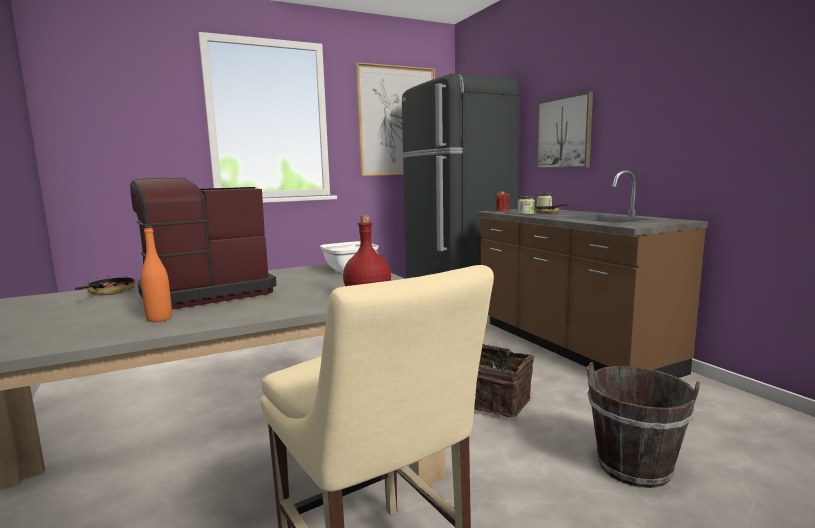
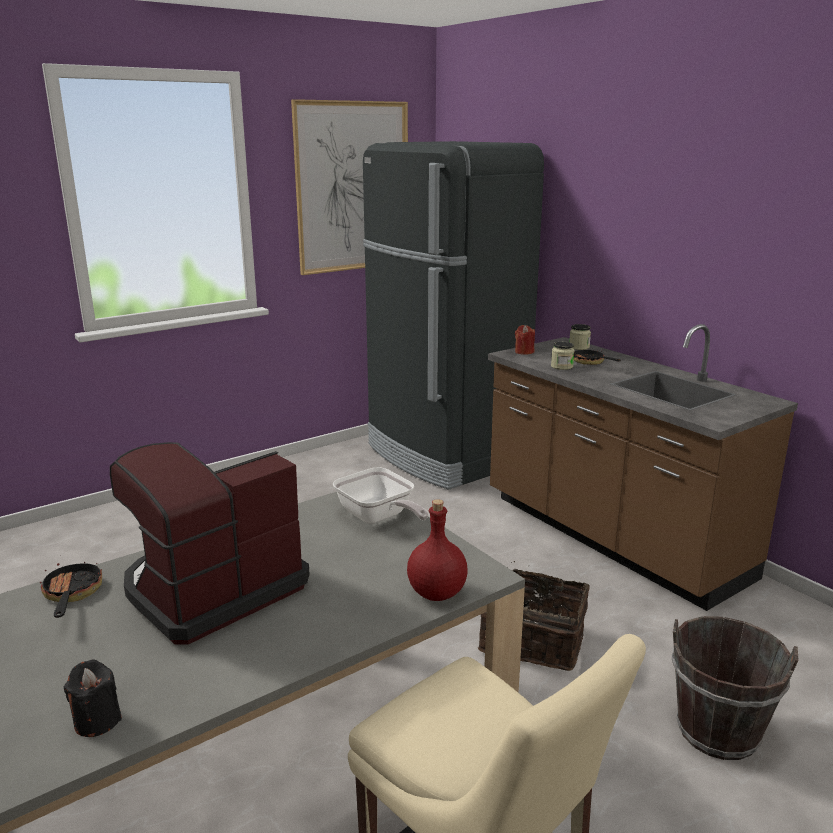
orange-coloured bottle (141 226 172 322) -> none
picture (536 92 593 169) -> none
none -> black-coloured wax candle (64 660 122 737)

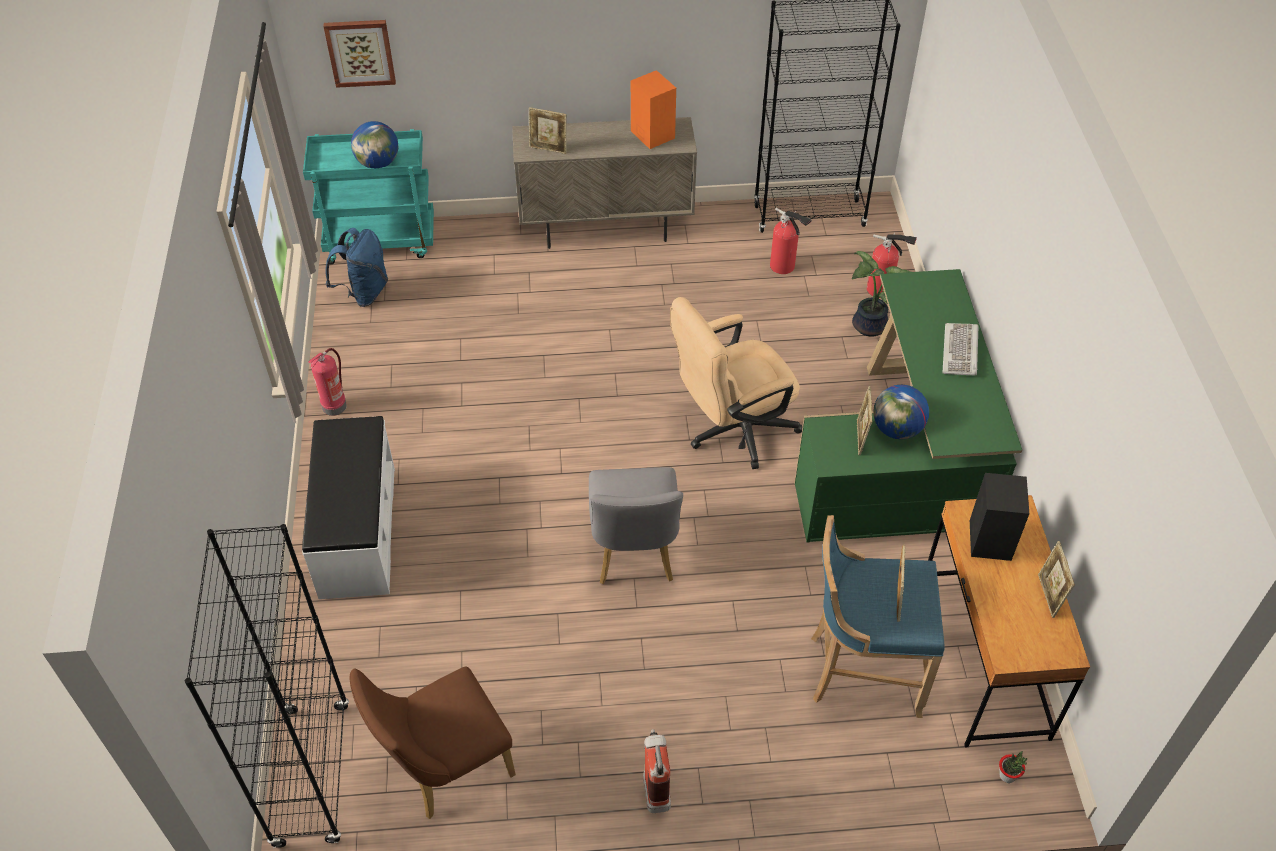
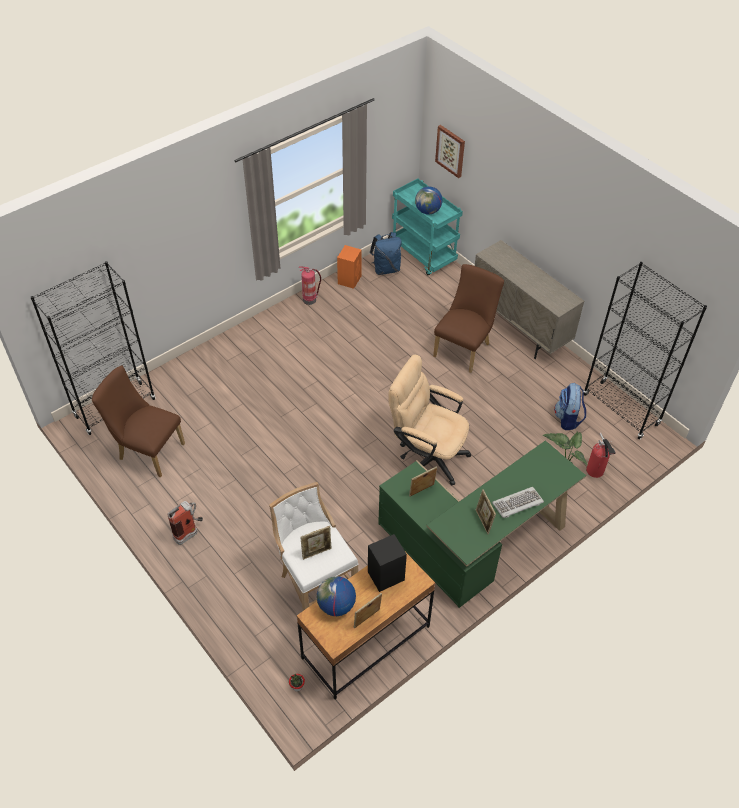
white-coloured long seat (302 416 395 599) -> none
standing frame (529 107 567 154) -> standing frame (476 489 496 534), shifted
greyish upright chair (589 467 683 584) -> none
orange-coloured speaker (631 70 676 149) -> orange-coloured speaker (337 245 362 289), shifted
fire-fighting cylinder (770 208 812 274) -> rucksack (554 383 586 430)
blue-coloured stool (811 515 945 718) -> white-coloured stool (269 482 358 611)
world globe (873 385 929 439) -> world globe (317 576 356 616), shifted
none -> brownish upright chair (433 264 504 373)

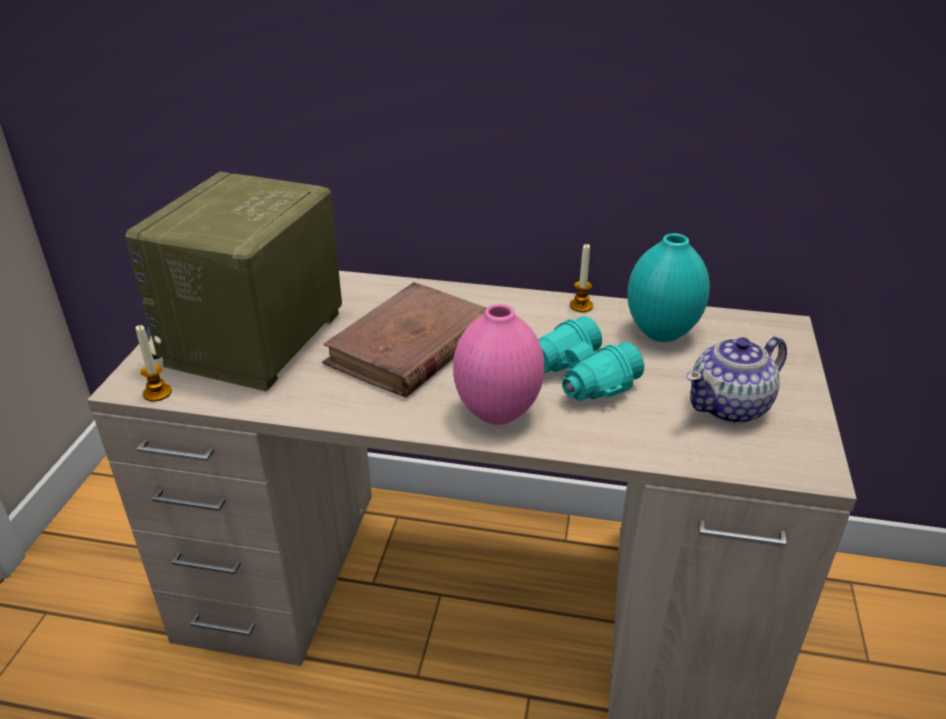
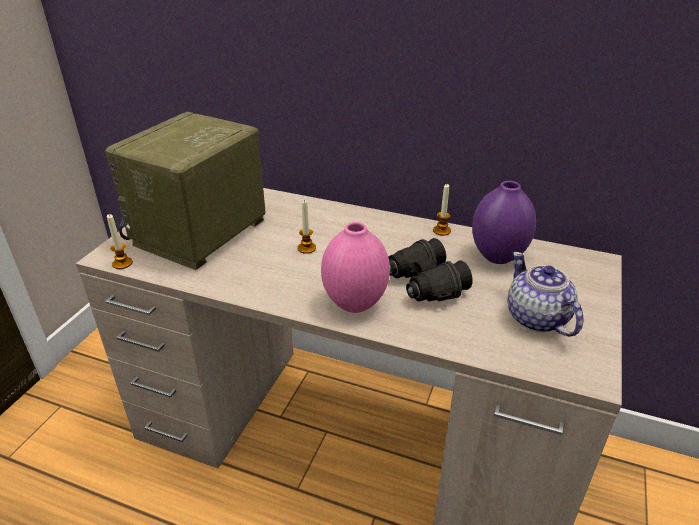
brownish volume (322 282 487 398) -> wax candle (297 200 316 254)
turquoise-coloured pair of binoculars (538 316 644 401) -> black-coloured pair of binoculars (388 238 473 302)
turquoise-coloured decorative vase (627 233 710 342) -> purplish decorative vase (472 181 536 264)
pot for tea (686 337 787 423) -> pot for tea (507 252 584 337), 90 degrees clockwise

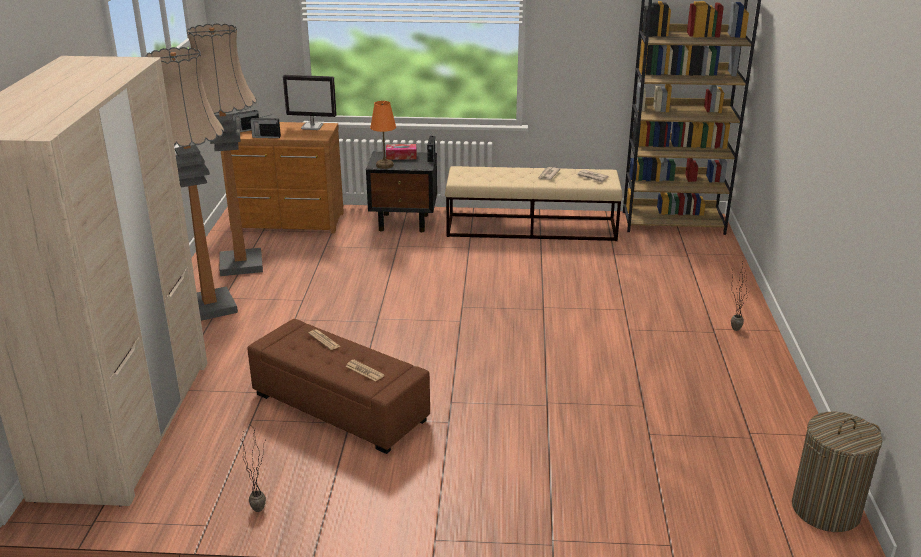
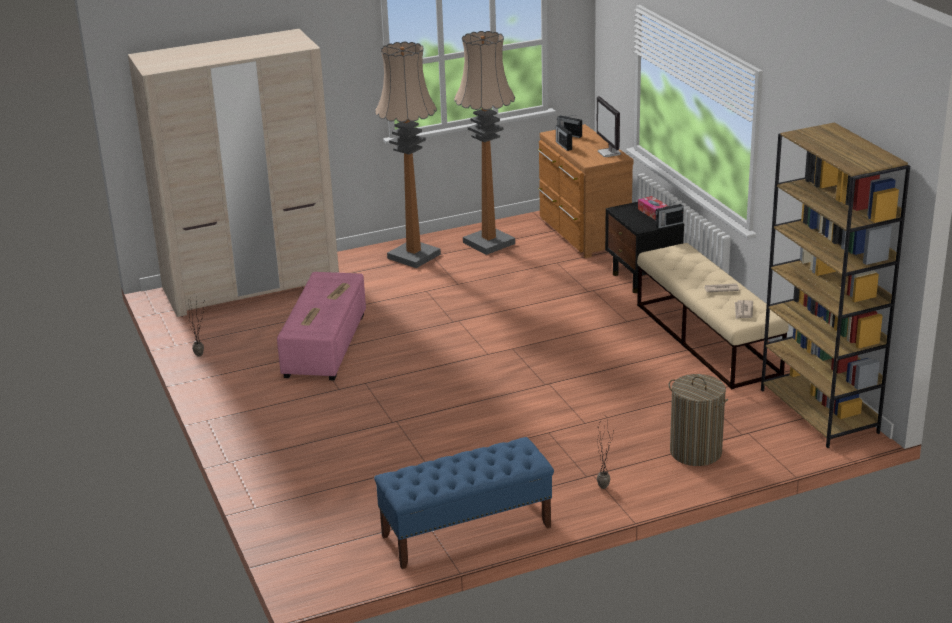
brownish ottoman (247 319 430 454) -> pink-coloured ottoman (277 272 366 380)
orange-coloured table lamp (370 101 396 169) -> none
laundry basket (792 412 882 532) -> laundry basket (668 374 728 466), shifted
none -> blue-coloured long seat (374 437 554 569)

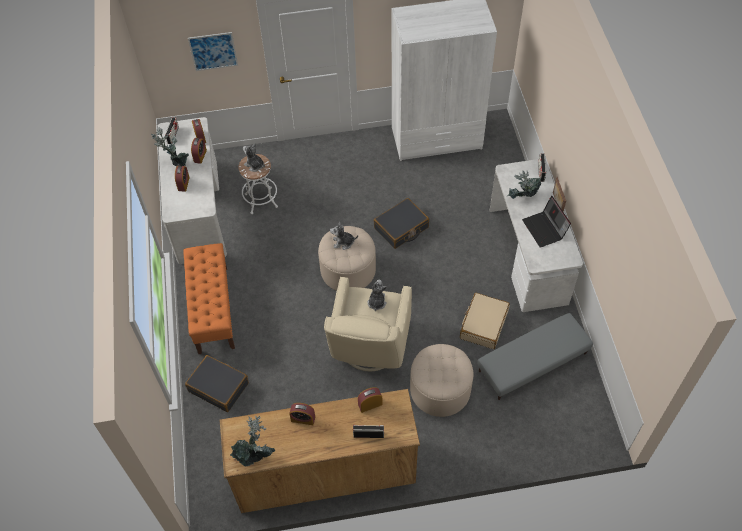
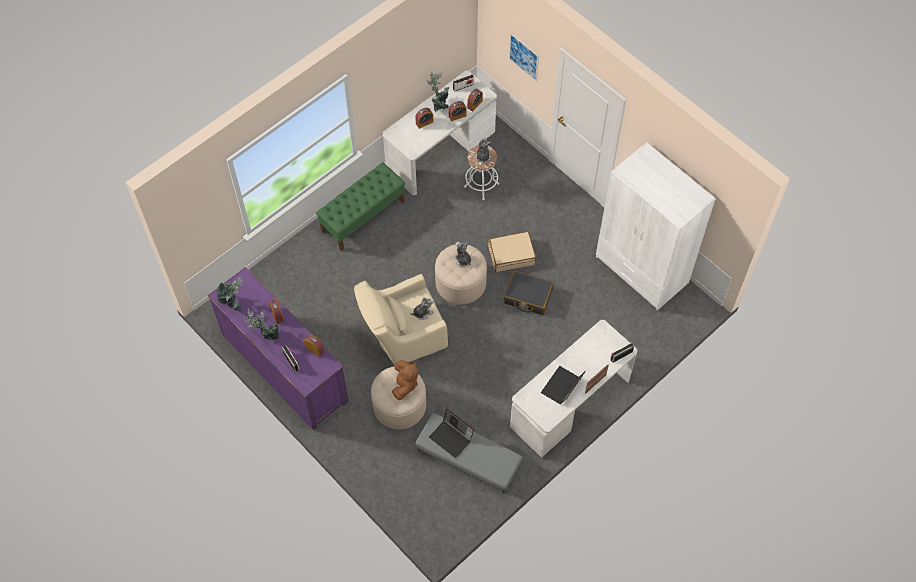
orange-coloured long seat (183 243 235 354) -> green long seat (316 162 405 251)
black-coloured piece of luggage (185 355 249 412) -> none
brownish chest of drawers (219 389 420 513) -> purplish chest of drawers (207 267 349 431)
beige-coloured piece of luggage (460 293 510 349) -> beige-coloured piece of luggage (488 231 536 272), shifted
houseplant (508 171 541 199) -> houseplant (243 308 279 340), shifted
none -> brownish plush toy (392 360 418 400)
none -> portable computer (429 409 474 458)

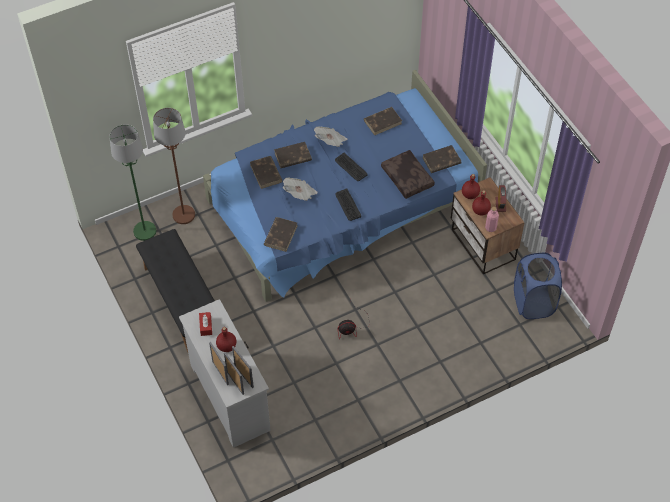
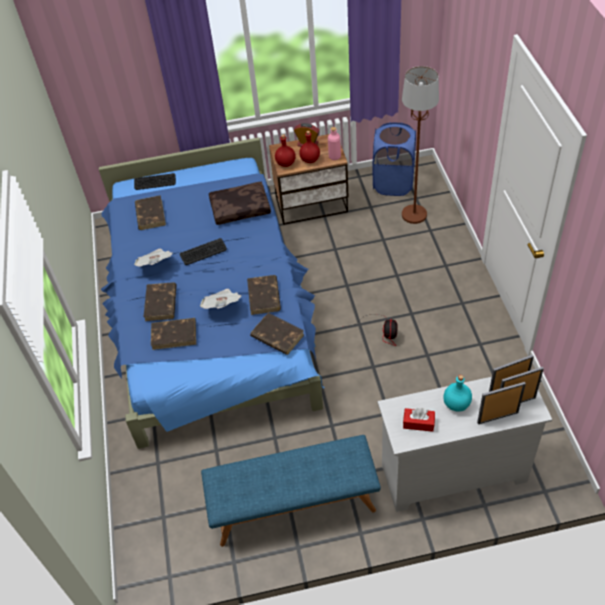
green standard lamp (110 124 156 241) -> none
black-coloured long seat (136 229 215 352) -> blue-coloured long seat (201 435 381 547)
brownish standard lamp (153 108 195 224) -> brownish standard lamp (402 66 439 224), shifted
reddish bottle (216 327 236 352) -> turquoise-coloured bottle (443 375 472 412)
PC keyboard (335 188 361 221) -> PC keyboard (134 173 176 190), shifted
brownish volume (423 145 462 173) -> brownish volume (247 275 281 315), shifted

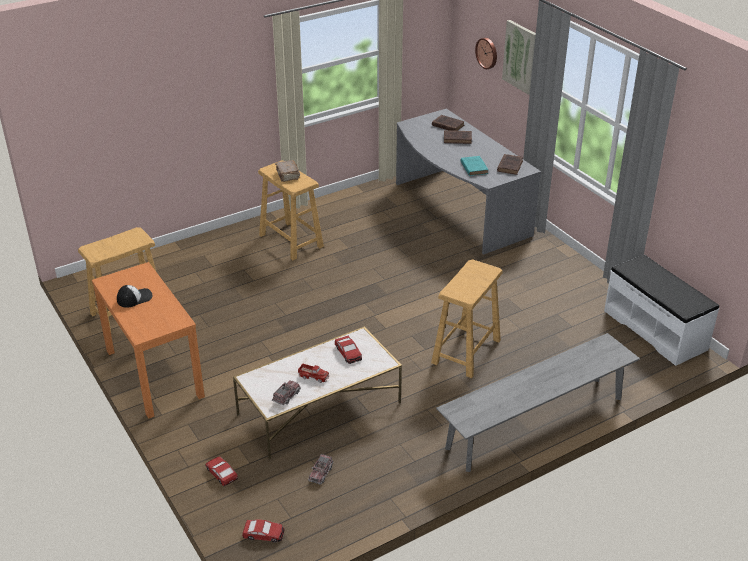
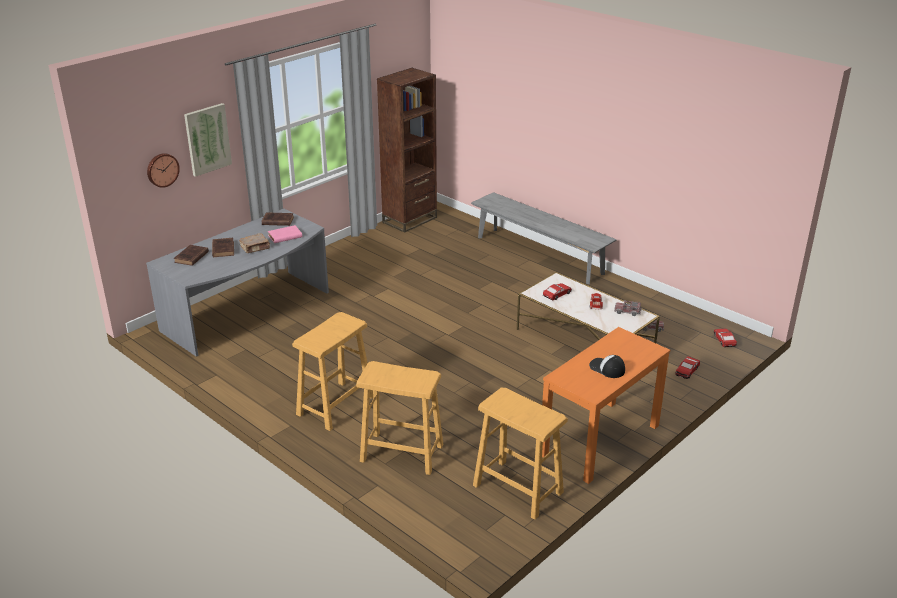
brownish volume (275 160 300 182) -> brownish volume (239 233 270 253), shifted
beige-coloured stool (431 259 503 378) -> beige-coloured stool (356 361 444 475), shifted
turquoise-coloured volume (460 156 488 176) -> pink-coloured volume (268 225 302 243)
white-coloured long seat (604 254 719 366) -> brownish bookcase (377 68 437 233)

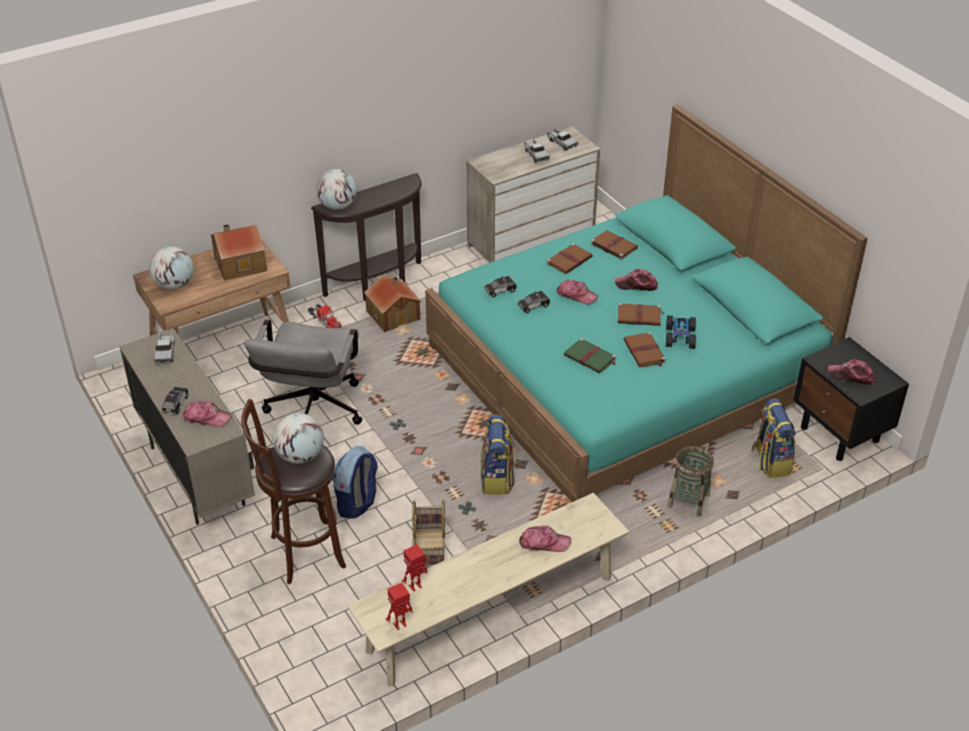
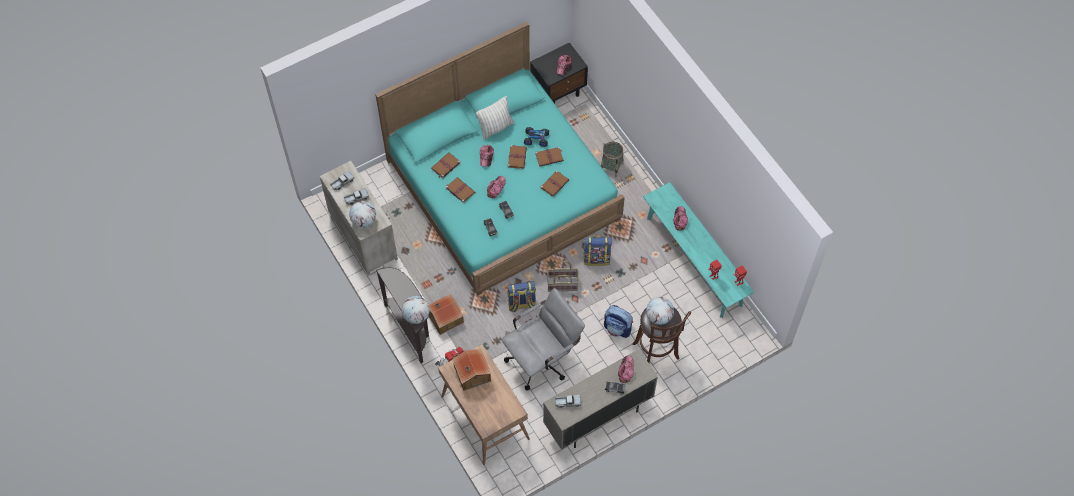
world globe (149 246 194 290) -> world globe (349 201 376 228), shifted
greyish desk chair (244 320 362 424) -> greyish desk chair (501 288 585 391), 45 degrees counterclockwise
beige-coloured long seat (347 493 629 687) -> turquoise-coloured long seat (643 182 754 318)
storage basket (412 500 445 569) -> storage basket (547 261 579 292), shifted
green volume (564 338 616 373) -> brownish volume (540 170 569 197)
rucksack (751 398 796 478) -> rucksack (507 281 536 312), shifted
none -> throw pillow (476 96 514 140)

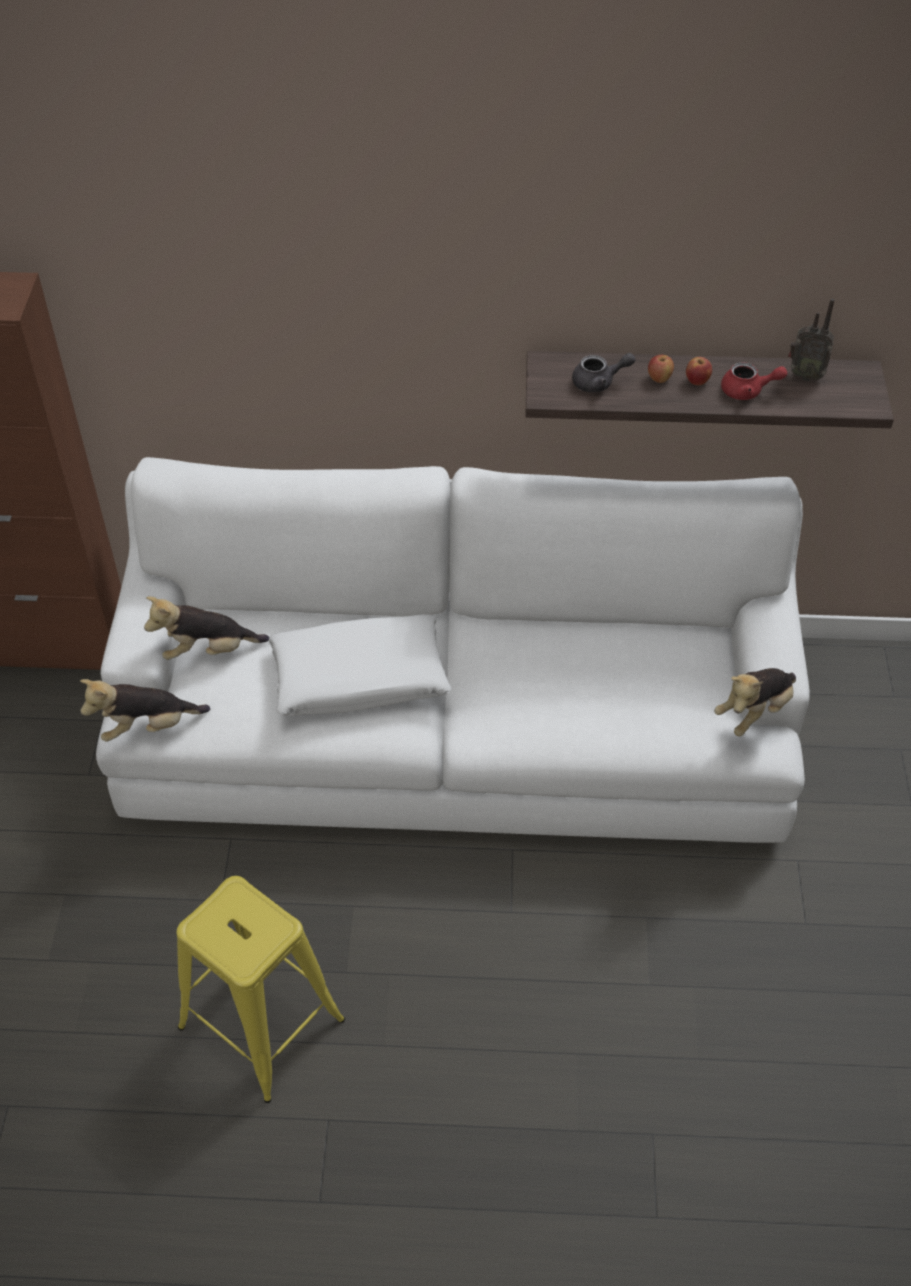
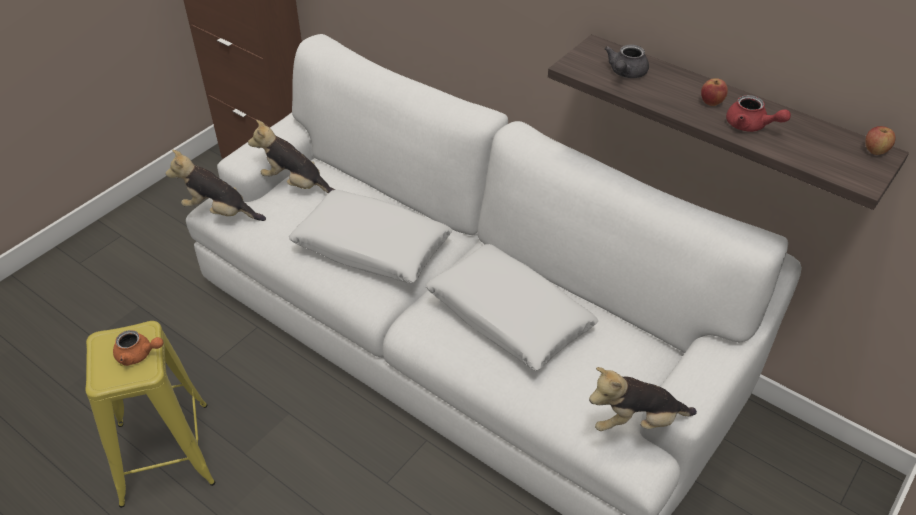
greyish pot for tea (572 353 635 392) -> greyish pot for tea (605 44 649 78), 90 degrees clockwise
apple fruit (648 355 674 383) -> apple fruit (865 126 895 155), shifted
radio receiver (788 299 834 381) -> none
none -> orange-coloured pot for tea (113 330 163 366)
none -> white-coloured throw pillow (426 244 598 371)

